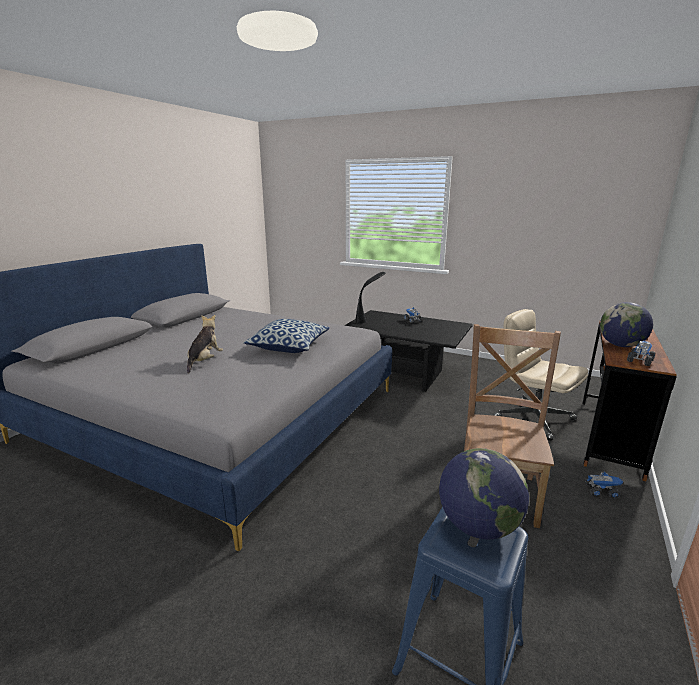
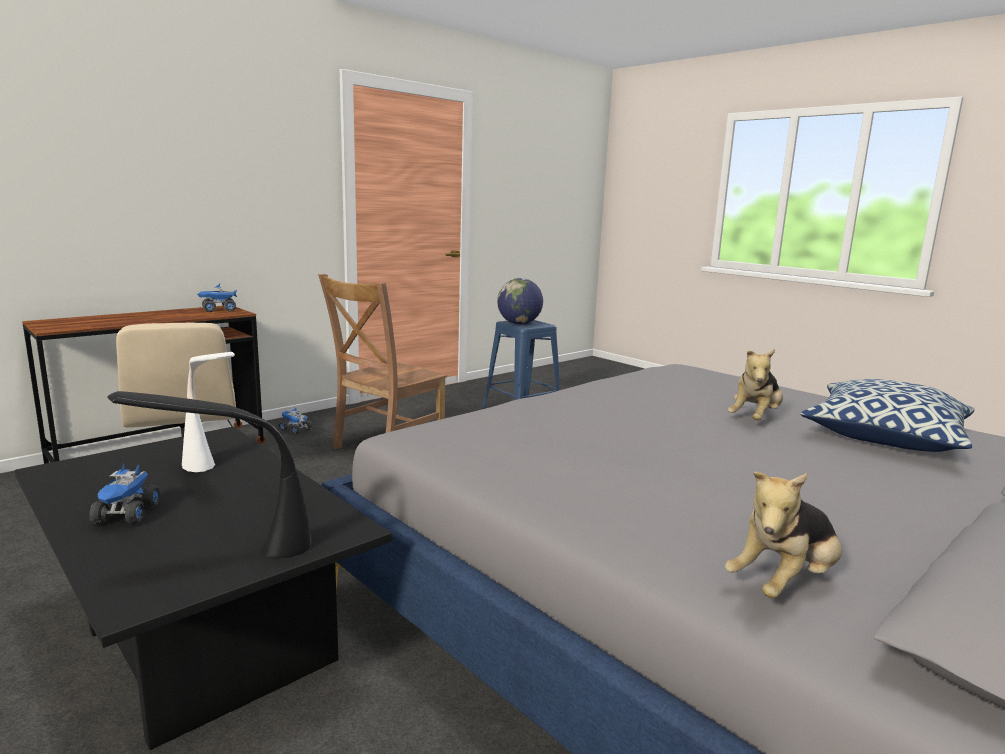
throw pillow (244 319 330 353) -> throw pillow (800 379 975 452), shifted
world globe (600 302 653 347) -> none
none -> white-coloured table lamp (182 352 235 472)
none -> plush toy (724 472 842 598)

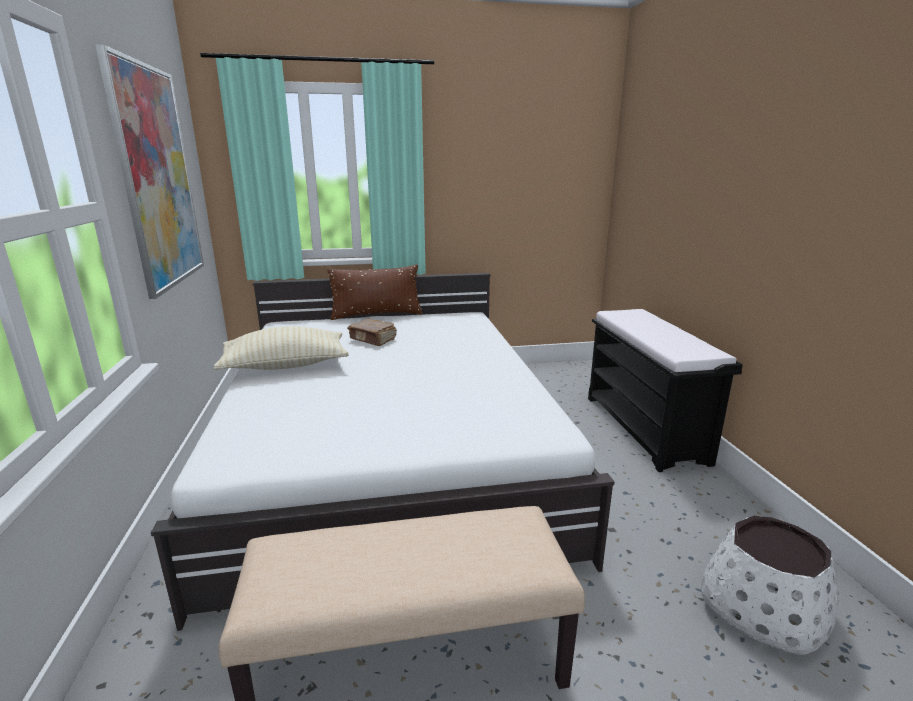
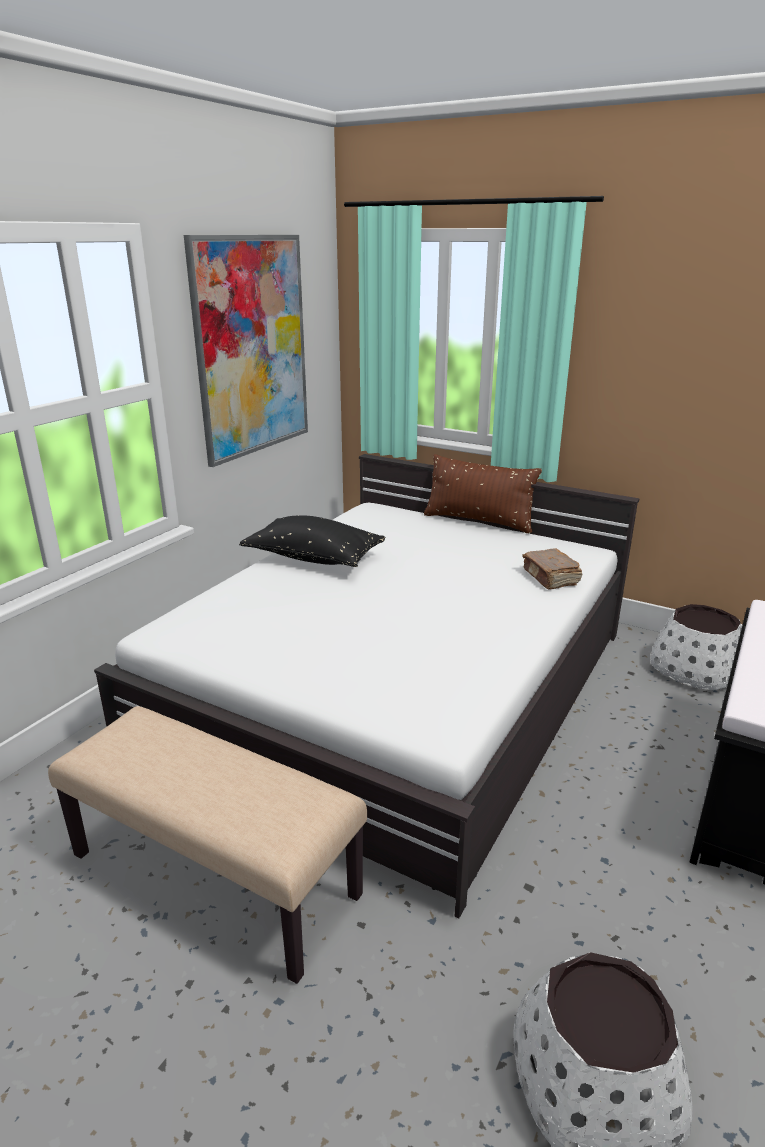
beige-coloured throw pillow (213 327 349 370) -> black-coloured throw pillow (239 515 386 567)
brownish volume (347 319 397 346) -> brownish volume (522 548 582 590), shifted
none -> white-coloured flower pot (650 604 742 690)

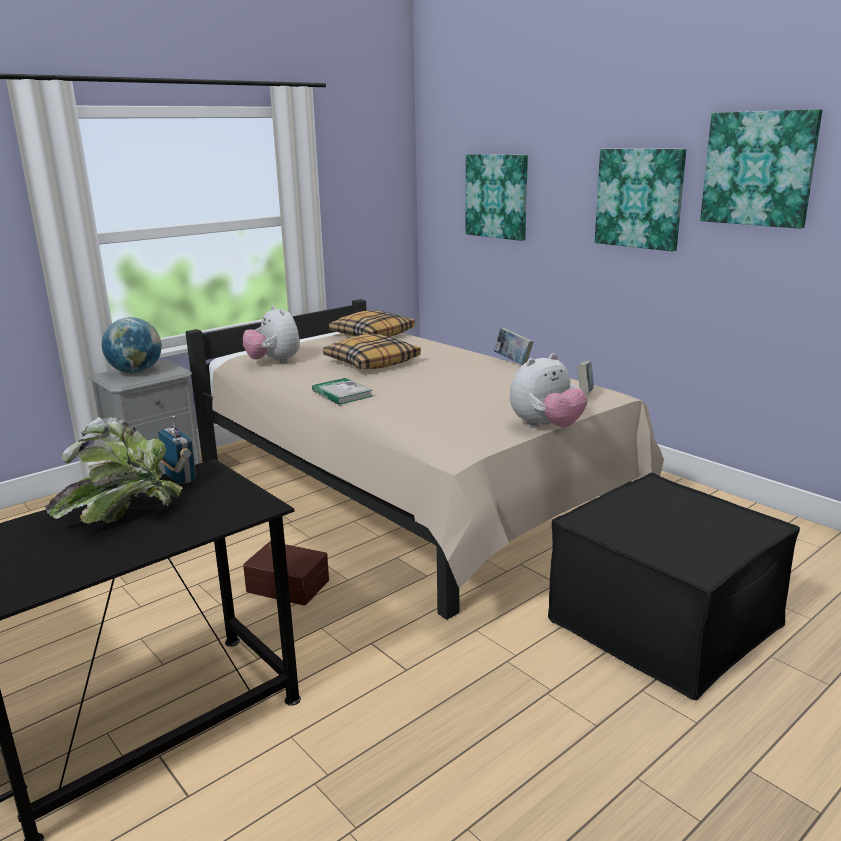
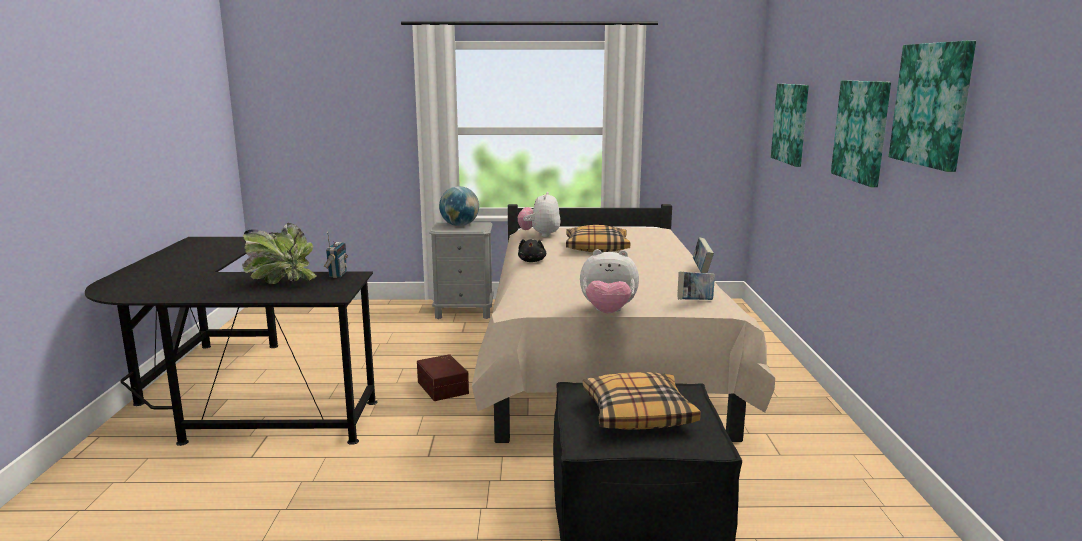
volume (312 378 373 405) -> black-coloured plush toy (518 239 546 262)
throw pillow (329 311 415 337) -> throw pillow (582 372 701 430), shifted

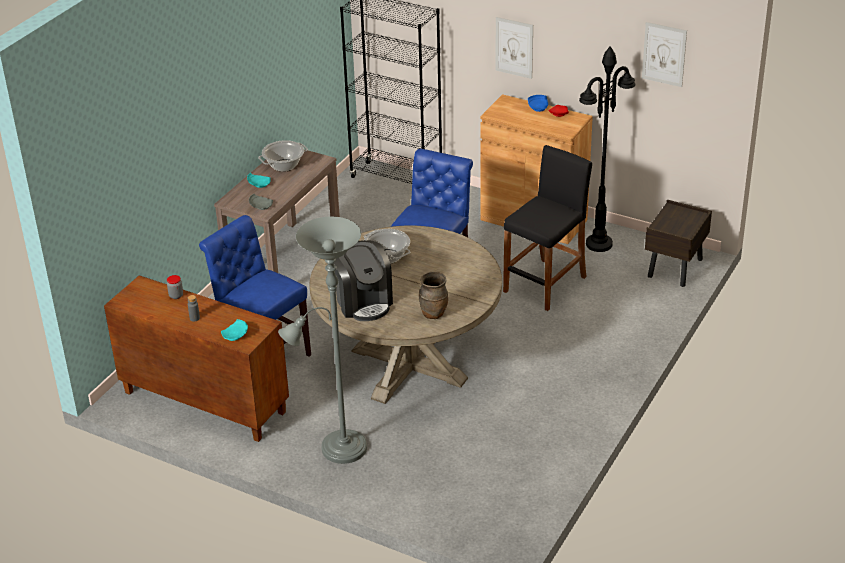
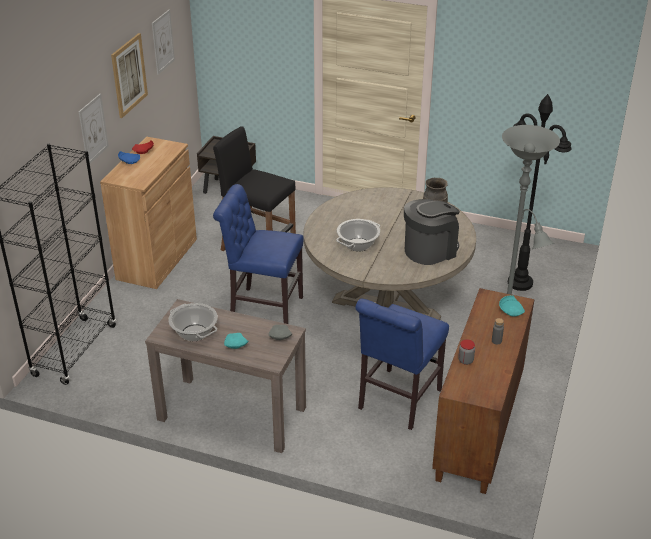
black-coloured standard lamp (579 46 635 252) -> black-coloured standard lamp (508 94 571 291), shifted
none -> picture (111 33 148 118)

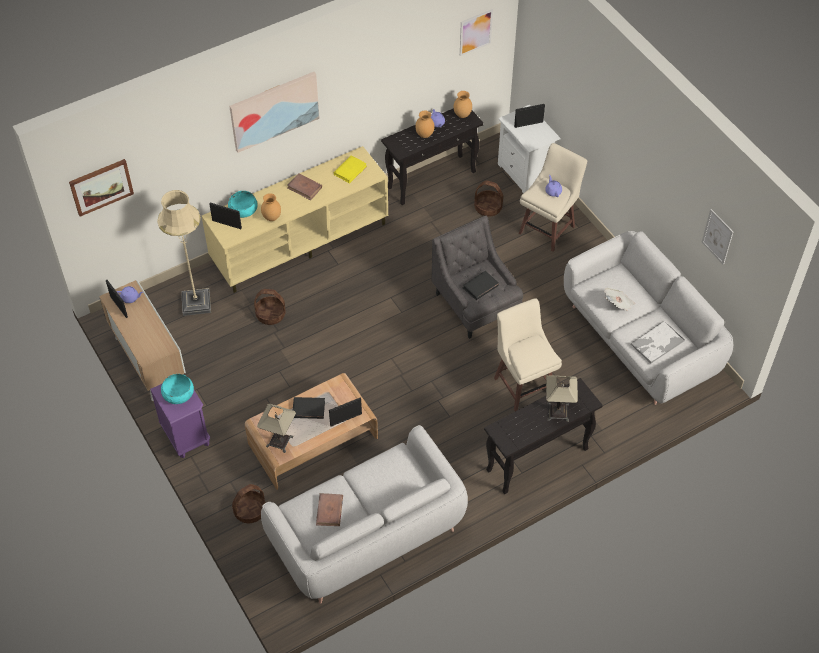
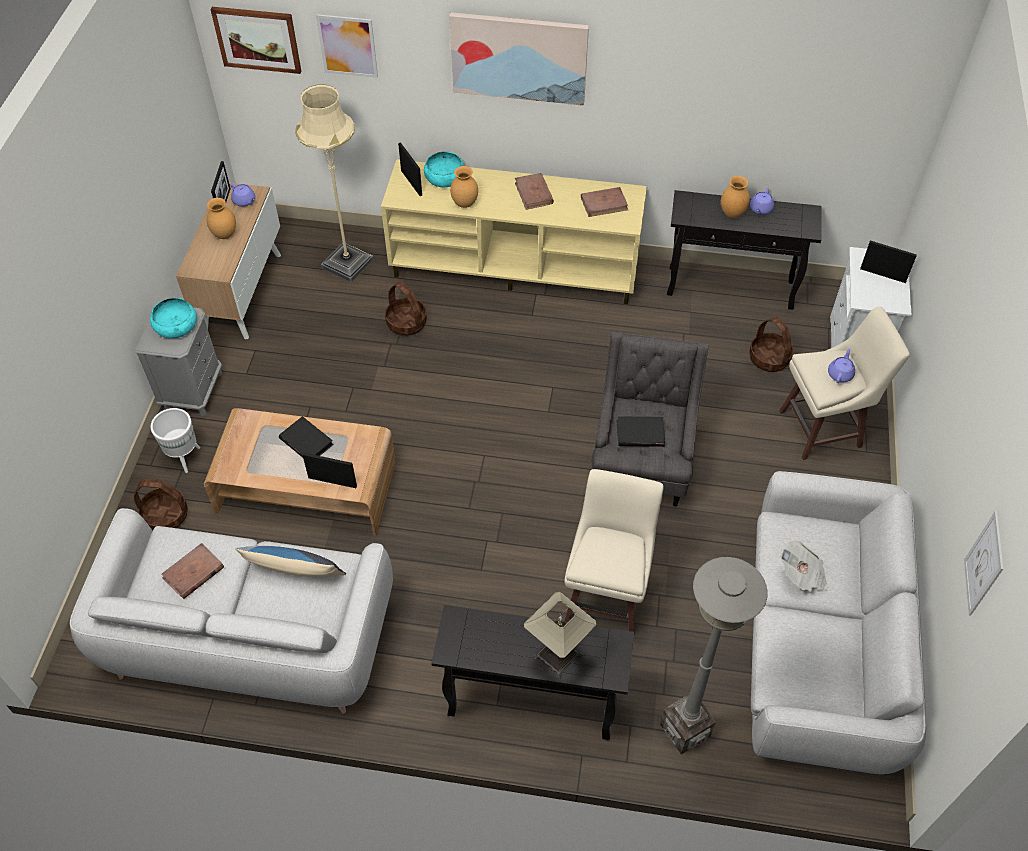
purplish night table (150 384 210 458) -> greyish night table (135 303 222 416)
table lamp (257 404 296 453) -> none
yellowish volume (334 155 367 184) -> brownish volume (581 187 629 217)
brownish decorative vase (453 91 472 118) -> brownish decorative vase (207 198 236 239), shifted
picture (460 9 493 56) -> picture (316 14 378 78), shifted
tray (630 321 685 364) -> none
none -> white-coloured flower pot (151 408 200 473)
none -> throw pillow (235 546 346 577)
none -> greyish standard lamp (660 557 768 754)

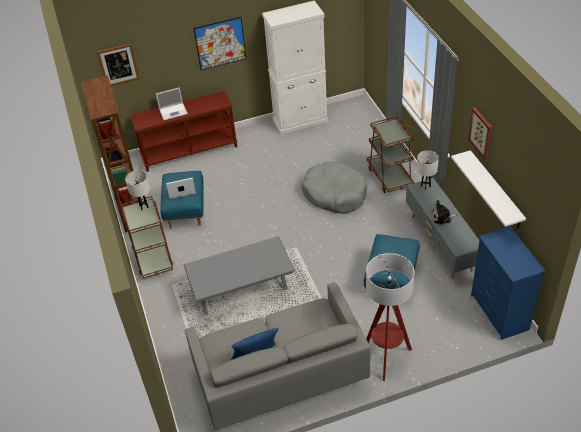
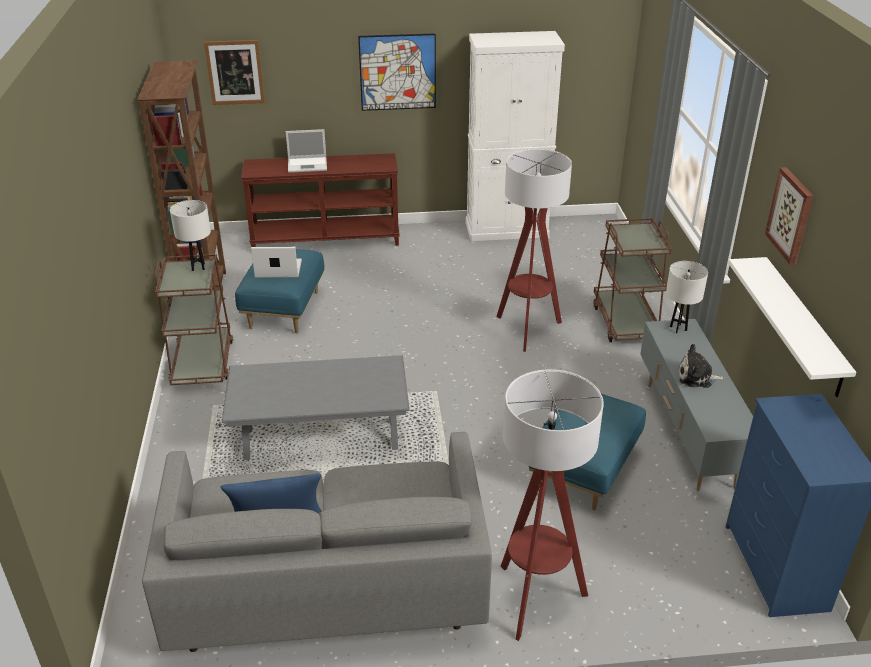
greyish dog cushion (302 161 367 214) -> standard lamp (496 149 572 352)

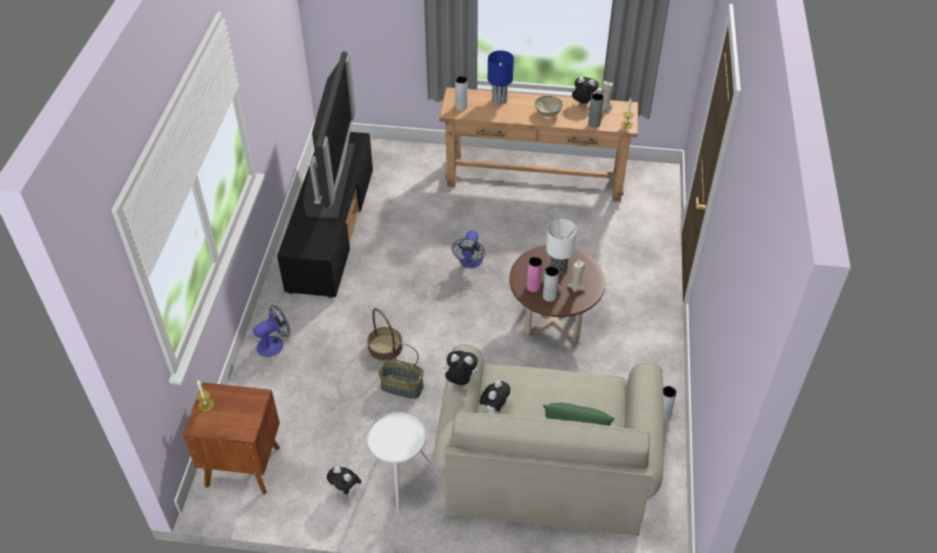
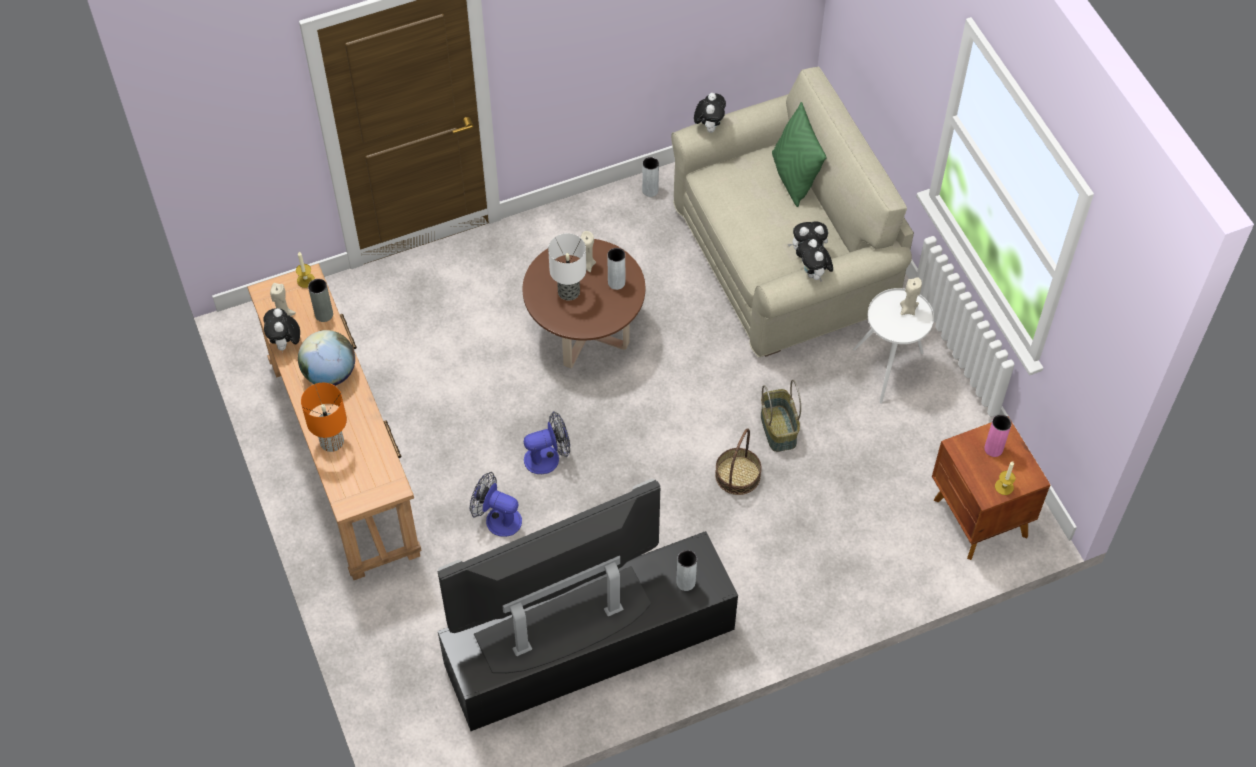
fan (253 305 290 357) -> fan (470 472 522 537), shifted
plush toy (327 466 362 496) -> plush toy (694 93 726 133), shifted
greyish decorative vase (455 76 468 110) -> greyish decorative vase (676 550 697 591), shifted
blue-coloured table lamp (488 50 514 105) -> orange-coloured table lamp (301 383 347 452)
pink-coloured decorative vase (527 257 542 292) -> pink-coloured decorative vase (984 415 1012 457), shifted
deep dish (535 96 563 117) -> world globe (298 330 355 386)
none -> beige-coloured wax candle (900 277 922 315)

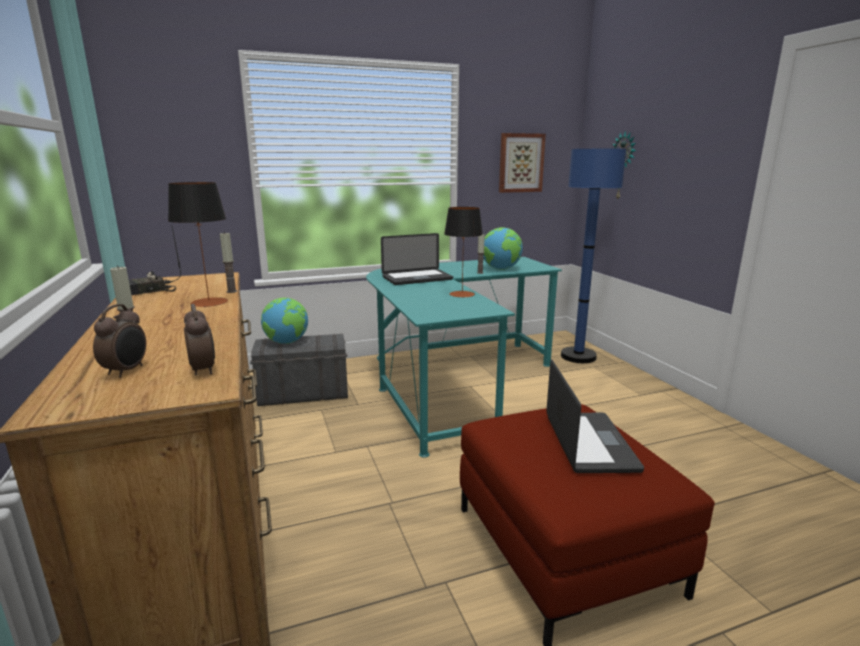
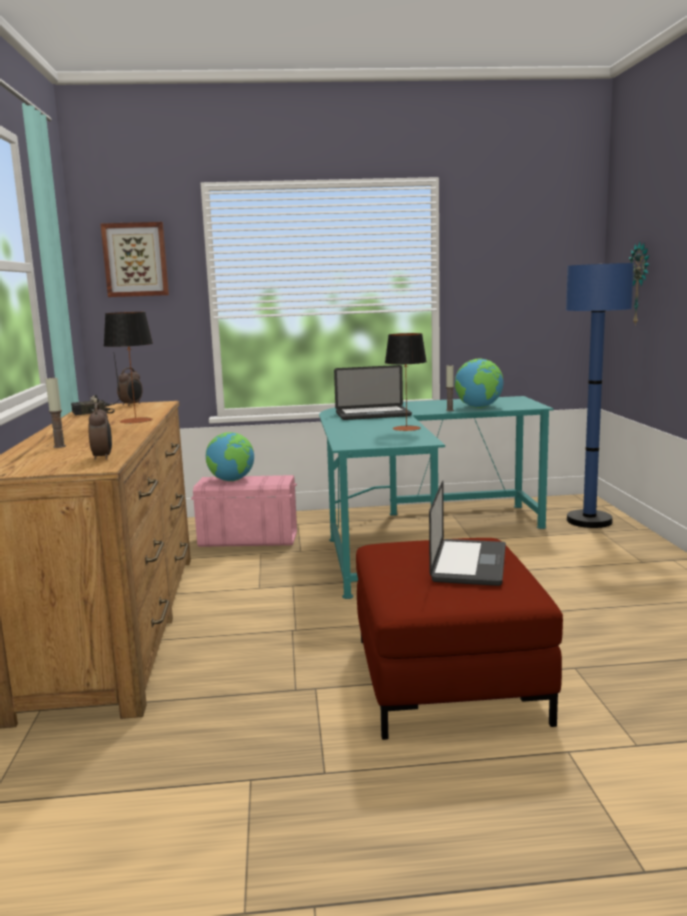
bedside clock (93 304 146 377) -> bedside clock (117 368 143 406), shifted
wax candle (220 232 237 293) -> none
greyish storage container (250 334 348 406) -> pink-coloured storage container (191 475 297 547)
picture (499 133 546 193) -> picture (100 222 169 297), shifted

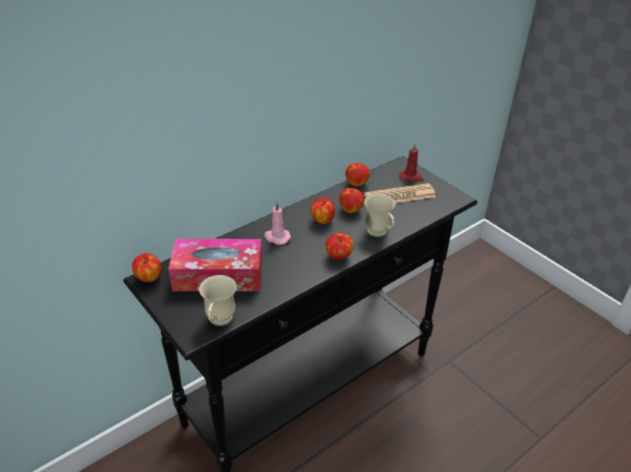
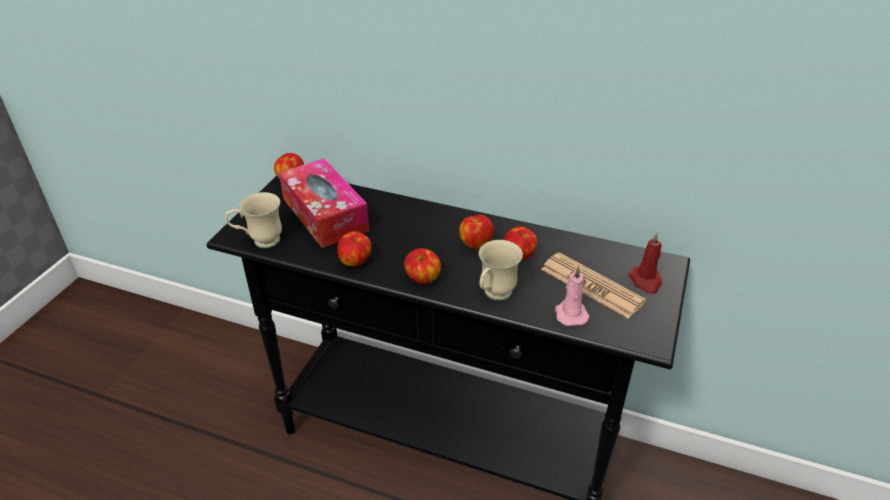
pink-coloured wax candle (264 202 291 245) -> pink-coloured wax candle (555 266 590 326), shifted
apple fruit (346 163 370 187) -> apple fruit (337 231 372 267), shifted

